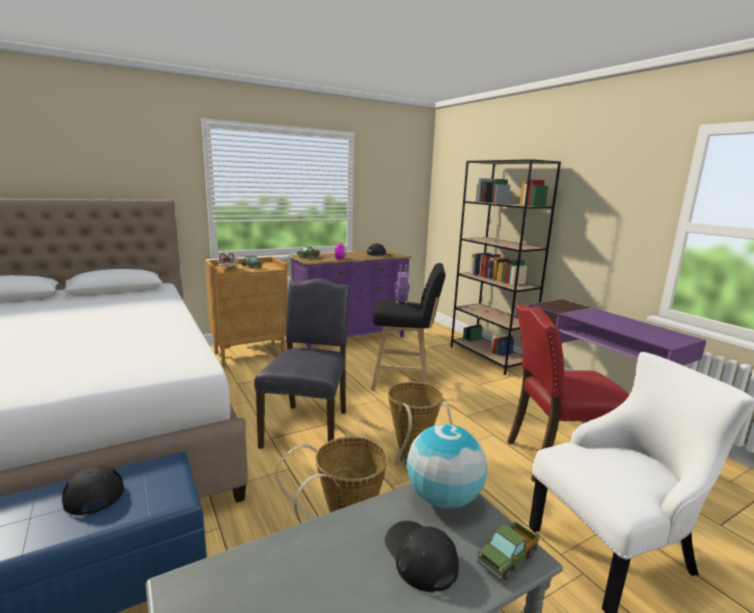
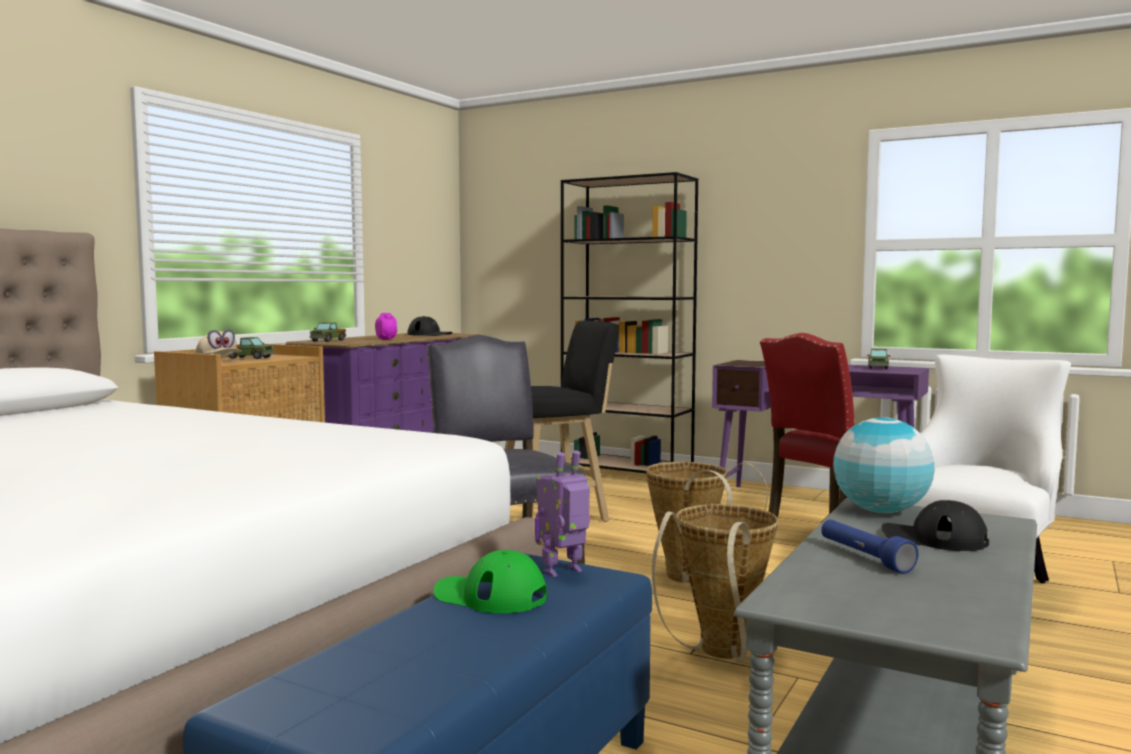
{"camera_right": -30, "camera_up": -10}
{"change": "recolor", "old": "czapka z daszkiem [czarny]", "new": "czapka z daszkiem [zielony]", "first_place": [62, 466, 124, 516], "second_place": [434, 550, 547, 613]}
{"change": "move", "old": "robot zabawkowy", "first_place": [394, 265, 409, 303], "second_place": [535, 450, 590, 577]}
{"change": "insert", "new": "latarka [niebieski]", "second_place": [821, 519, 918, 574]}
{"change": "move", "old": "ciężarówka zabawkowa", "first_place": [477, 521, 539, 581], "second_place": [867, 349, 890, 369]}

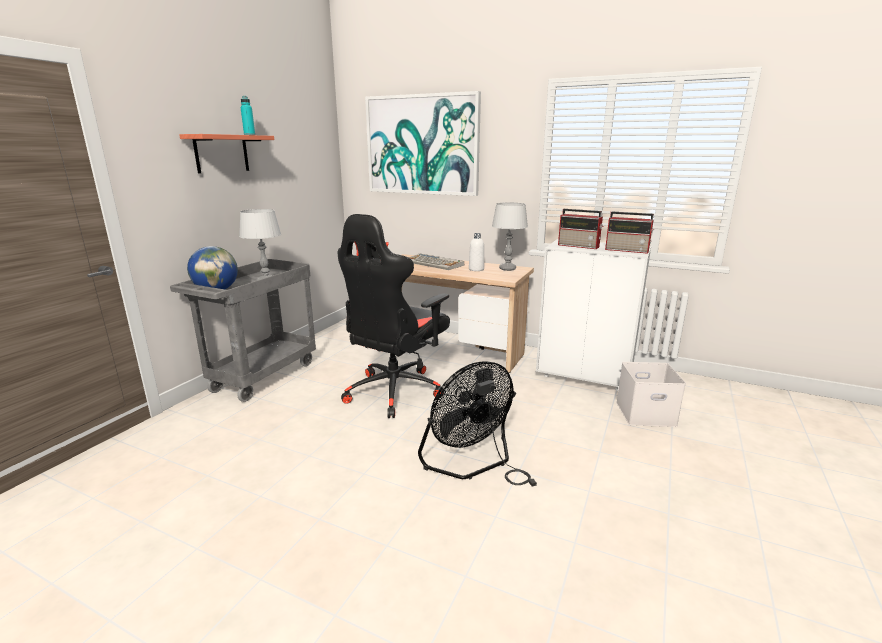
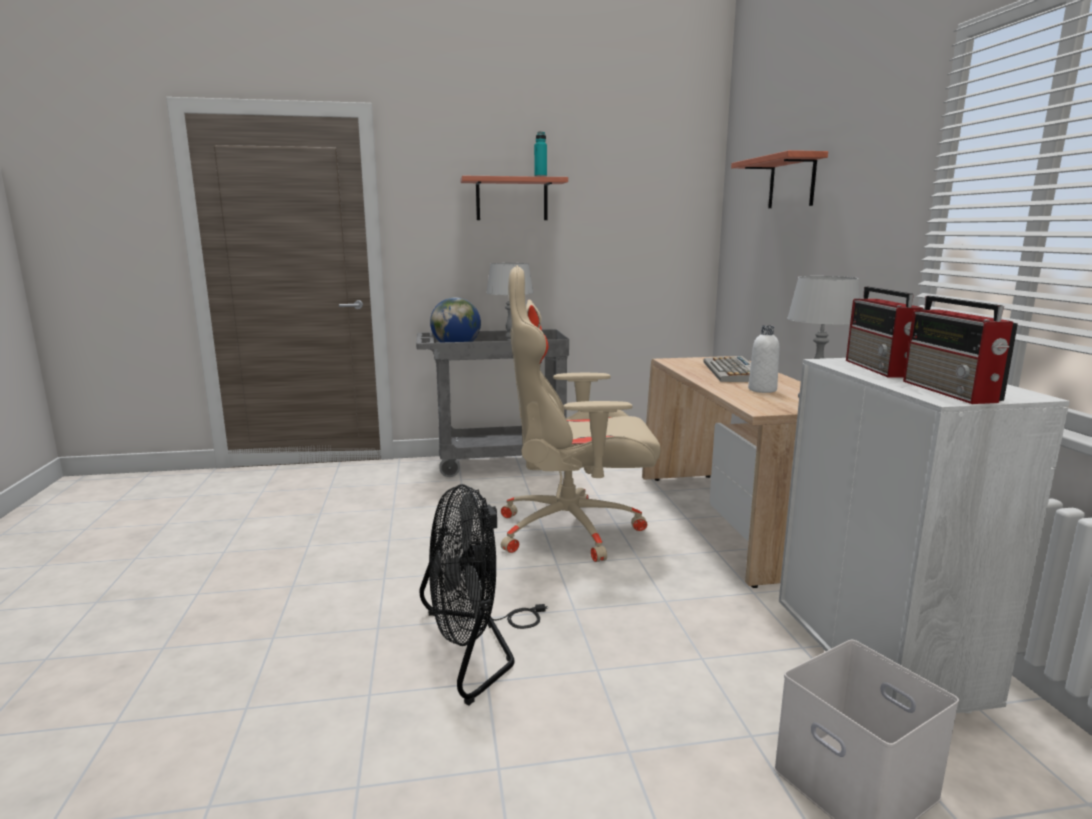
{"camera_right": 55, "camera_up": -5}
{"change": "rotate", "old": "wentylator [czarny]", "first_place": [418, 361, 537, 487], "second_place": [420, 484, 548, 706], "degrees": -135}
{"change": "recolor", "old": "krzesło biurowe [czarny]", "new": "krzesło biurowe [beżowy]", "first_place": [338, 214, 450, 418], "second_place": [501, 265, 661, 562]}
{"change": "replace", "old": "obraz", "new": "półka", "first_place": [365, 91, 481, 196], "second_place": [731, 150, 828, 208]}

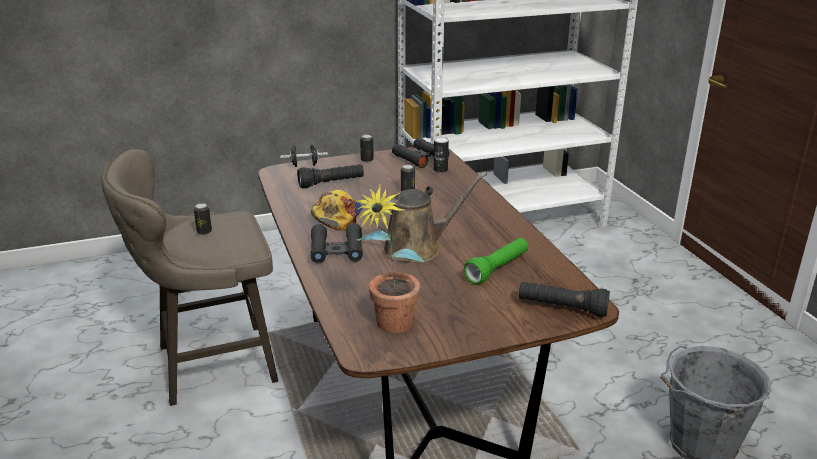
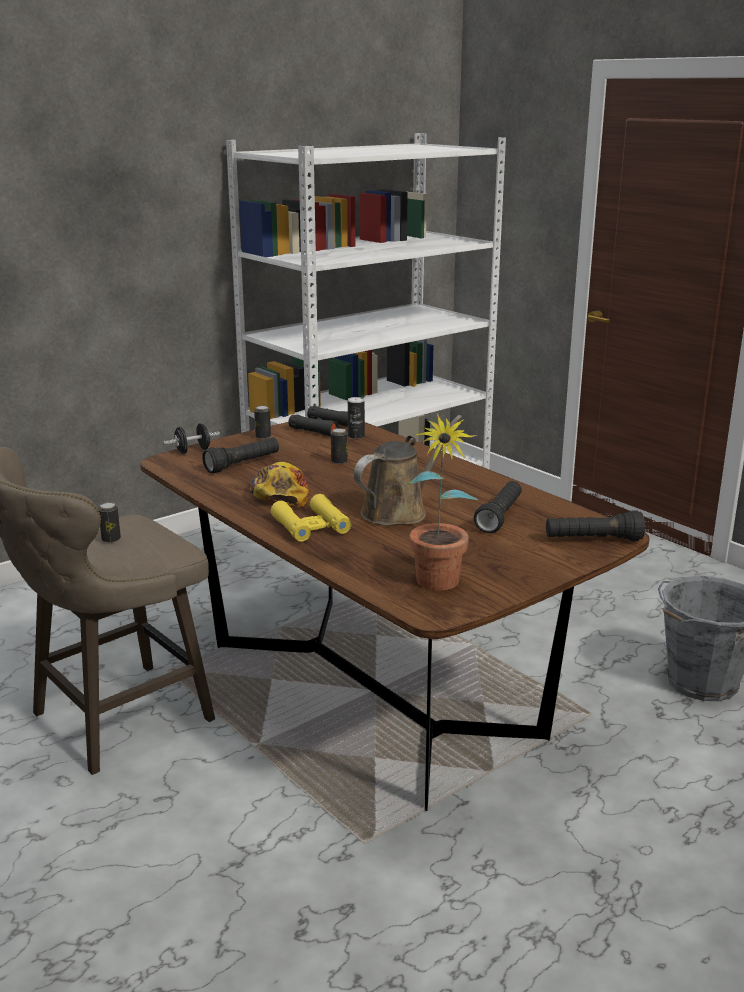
{"camera_right": -20, "camera_up": -5}
{"change": "recolor", "old": "lornetka [czarny]", "new": "lornetka [żółty]", "first_place": [310, 223, 363, 264], "second_place": [271, 494, 351, 542]}
{"change": "recolor", "old": "latarka [zielony]", "new": "latarka [czarny]", "first_place": [464, 238, 528, 284], "second_place": [474, 481, 522, 533]}

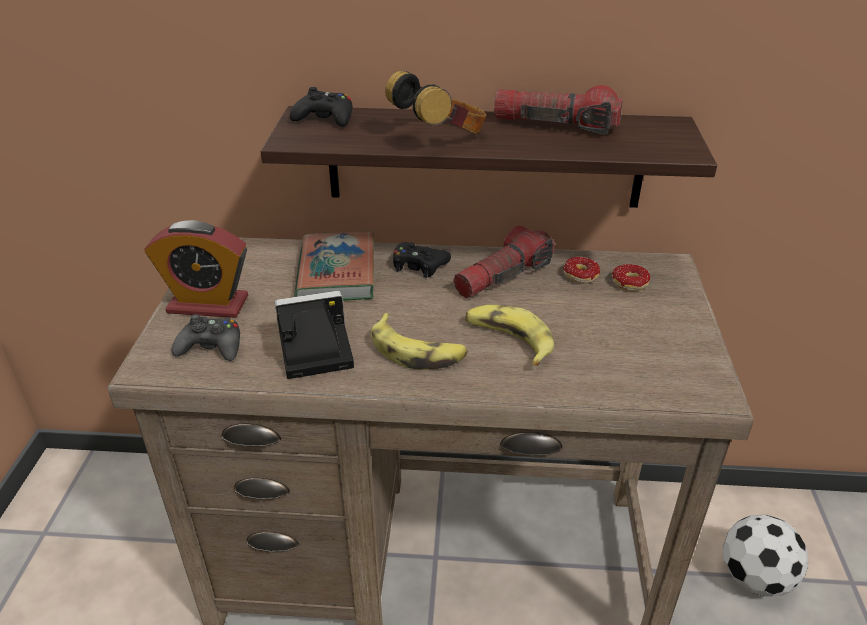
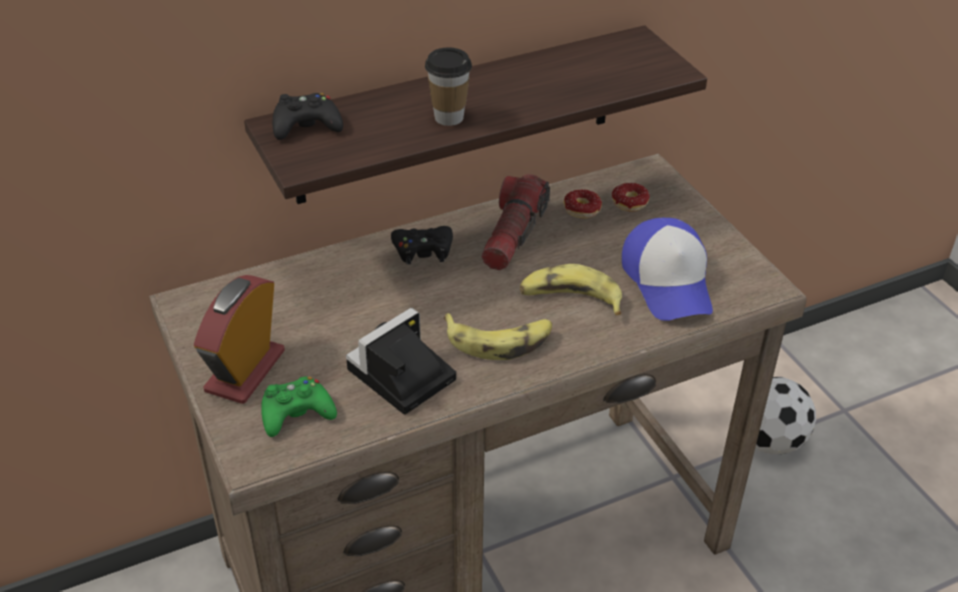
{"camera_right": -30, "camera_up": 5}
{"change": "rotate", "old": "budzik", "first_place": [144, 220, 248, 318], "second_place": [194, 275, 285, 404], "degrees": 135}
{"change": "recolor", "old": "pad do gier [czarny]", "new": "pad do gier [zielony]", "first_place": [172, 314, 240, 361], "second_place": [261, 376, 337, 437]}
{"change": "replace", "old": "słuchawki", "new": "filiżanka", "first_place": [385, 71, 486, 134], "second_place": [425, 48, 472, 126]}
{"change": "insert", "new": "czapka z daszkiem", "second_place": [622, 218, 713, 321]}
{"change": "delete", "old": "książka", "first_place": [294, 232, 374, 301]}
{"change": "delete", "old": "latarka", "first_place": [494, 85, 622, 135]}

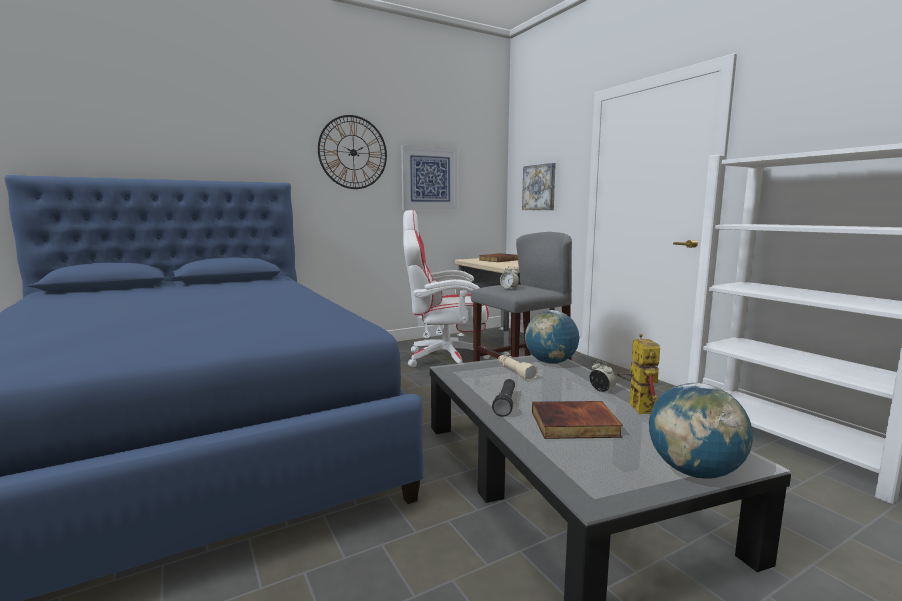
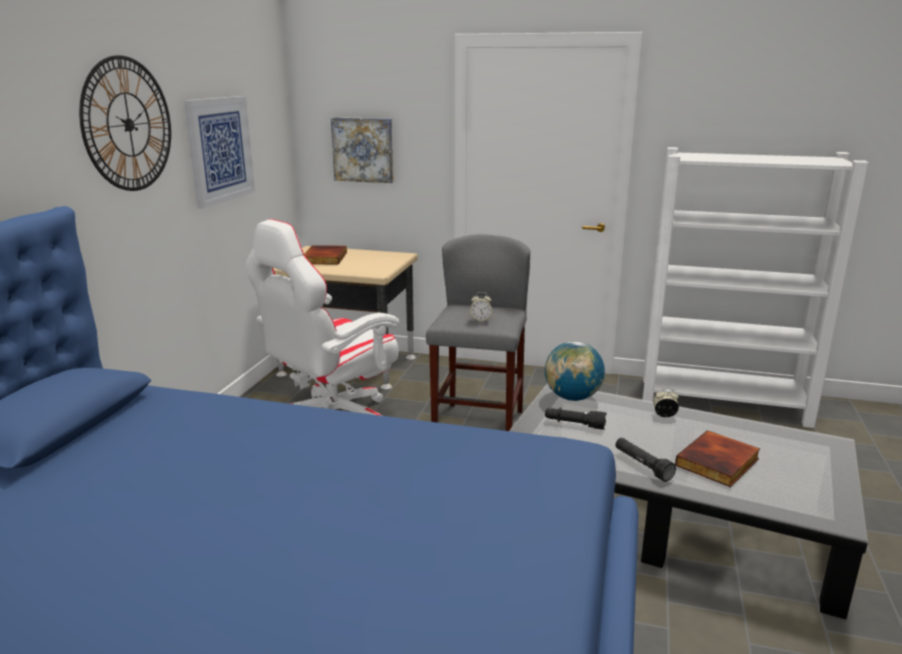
{"camera_right": -45, "camera_up": 10}
{"change": "recolor", "old": "latarka [beżowy]", "new": "latarka [czarny]", "first_place": [498, 355, 538, 381], "second_place": [545, 407, 607, 430]}
{"change": "delete", "old": "robot zabawkowy", "first_place": [617, 334, 660, 414]}
{"change": "delete", "old": "globus", "first_place": [649, 383, 753, 479]}

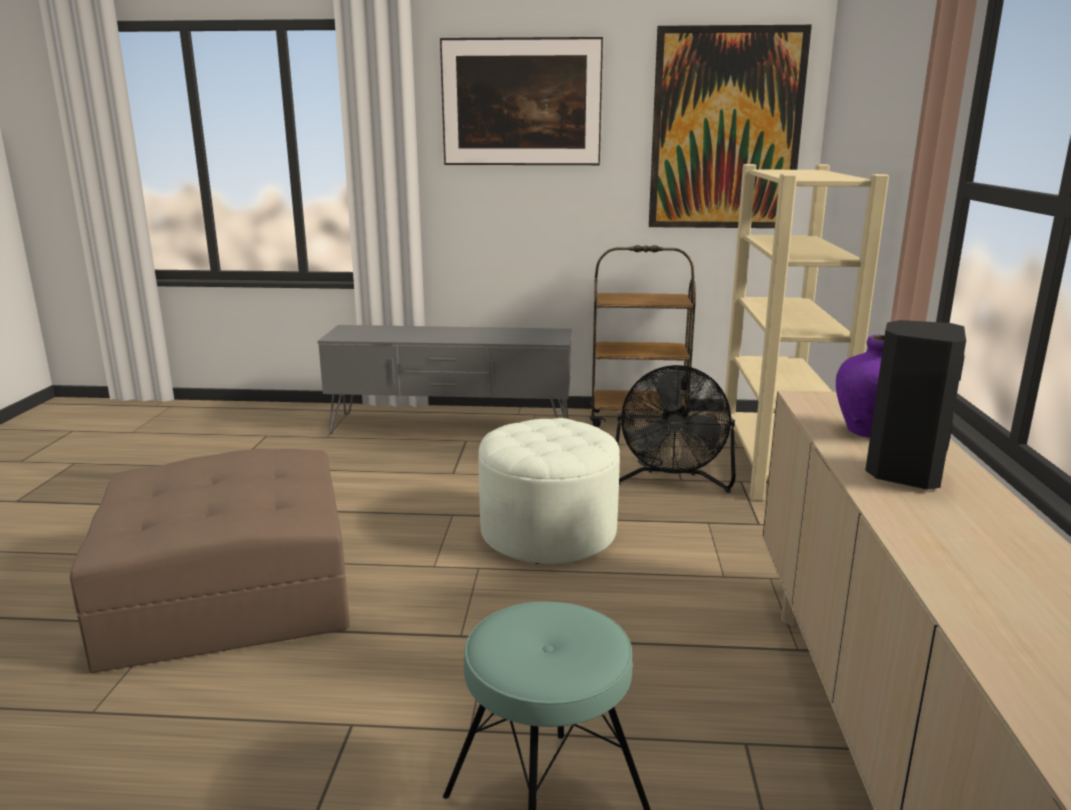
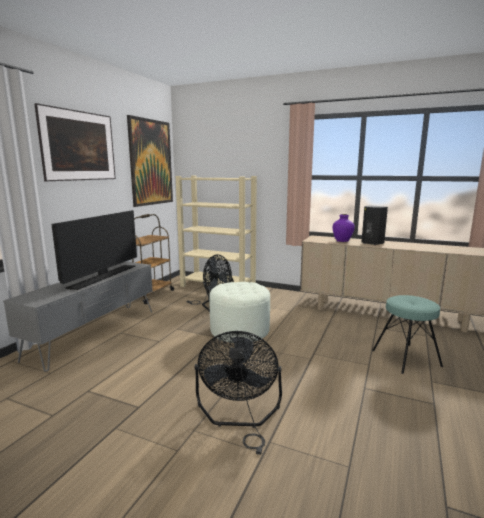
{"camera_right": -70, "camera_up": -5}
{"change": "insert", "new": "telewizor", "second_place": [51, 210, 137, 290]}
{"change": "replace", "old": "pufa [brązowy]", "new": "wentylator [czarny]", "first_place": [70, 449, 350, 673], "second_place": [195, 331, 282, 455]}

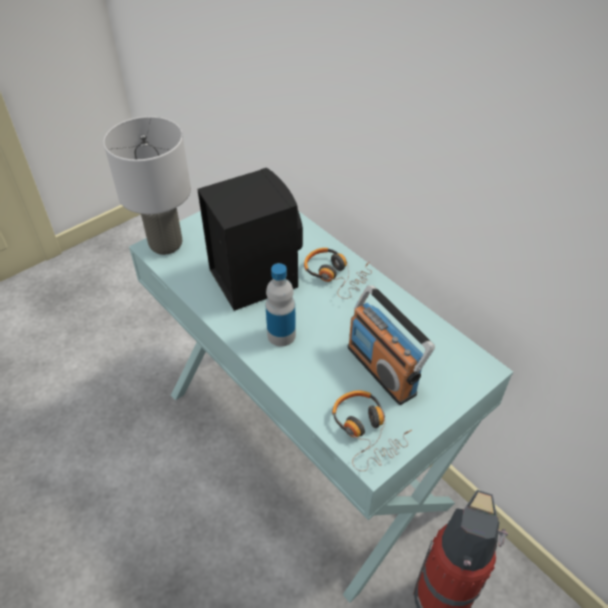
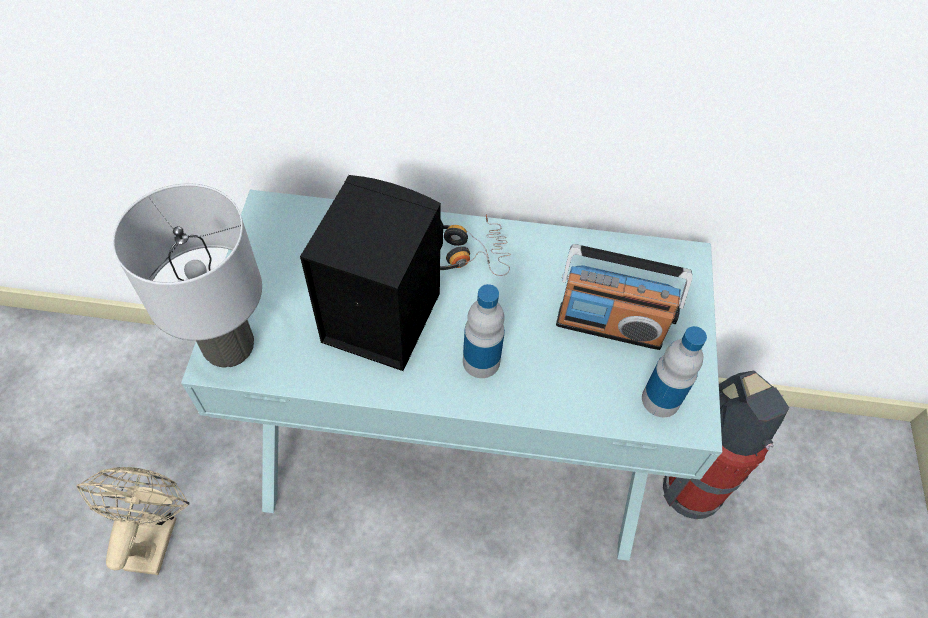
{"camera_right": -45, "camera_up": 10}
{"change": "insert", "new": "wentylator [beżowy]", "second_place": [77, 467, 190, 575]}
{"change": "replace", "old": "słuchawki", "new": "butelka", "first_place": [332, 391, 412, 471], "second_place": [642, 326, 707, 417]}

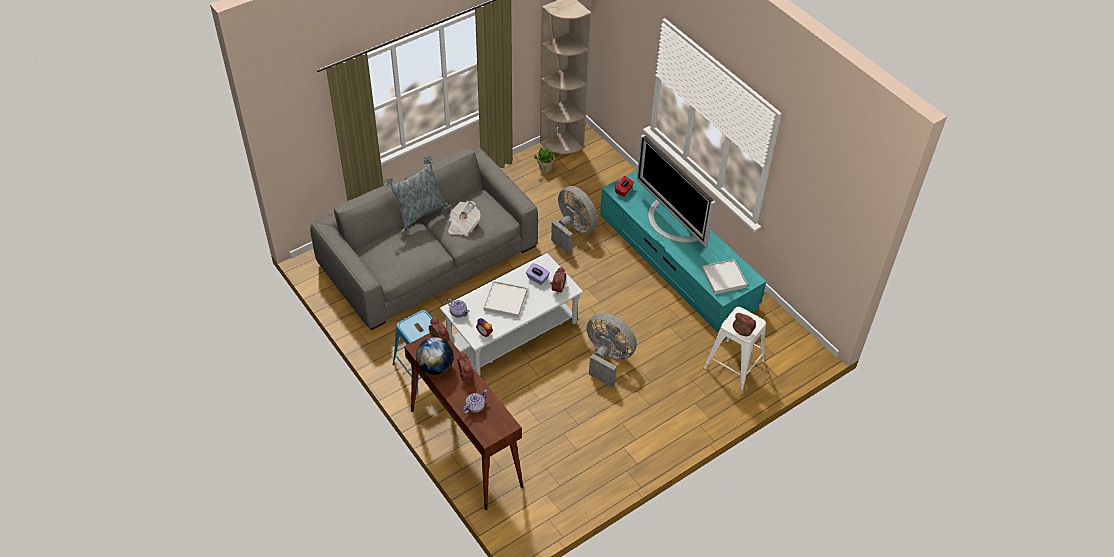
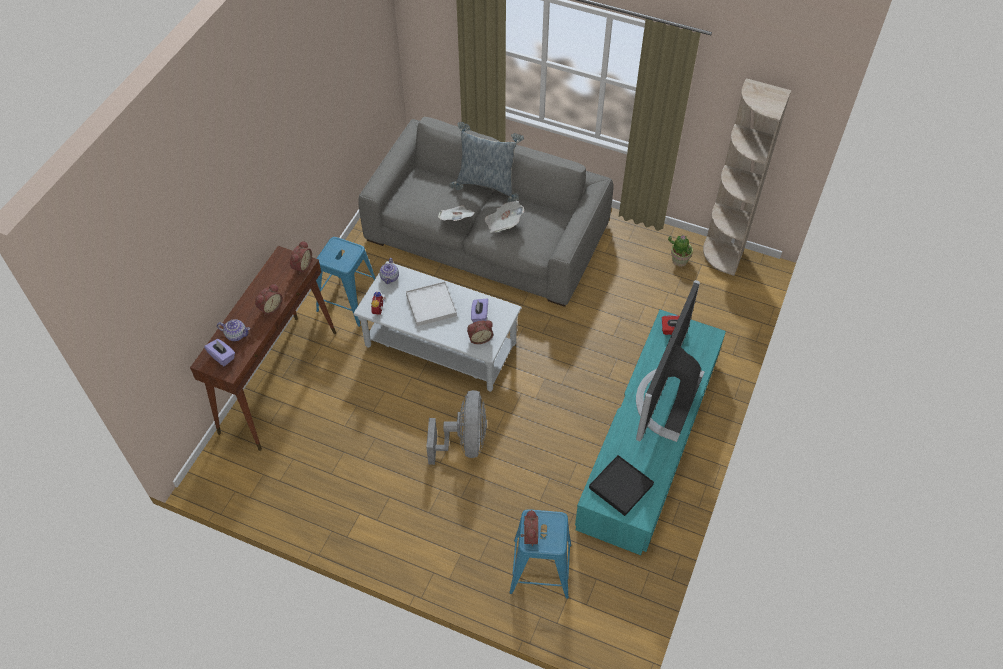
{"camera_right": 60, "camera_up": 5}
{"change": "insert", "new": "pudełko chusteczek [fioletowy]", "second_place": [204, 339, 235, 366]}
{"change": "insert", "new": "gazeta", "second_place": [438, 205, 475, 221]}
{"change": "recolor", "old": "stołek [biały]", "new": "stołek [niebieski]", "first_place": [704, 307, 766, 391], "second_place": [510, 509, 571, 599]}
{"change": "recolor", "old": "taca [biały]", "new": "taca [czarny]", "first_place": [702, 259, 747, 295], "second_place": [589, 455, 654, 516]}
{"change": "delete", "old": "globus", "first_place": [416, 337, 454, 375]}
{"change": "delete", "old": "wentylator [szary]", "first_place": [551, 186, 598, 254]}

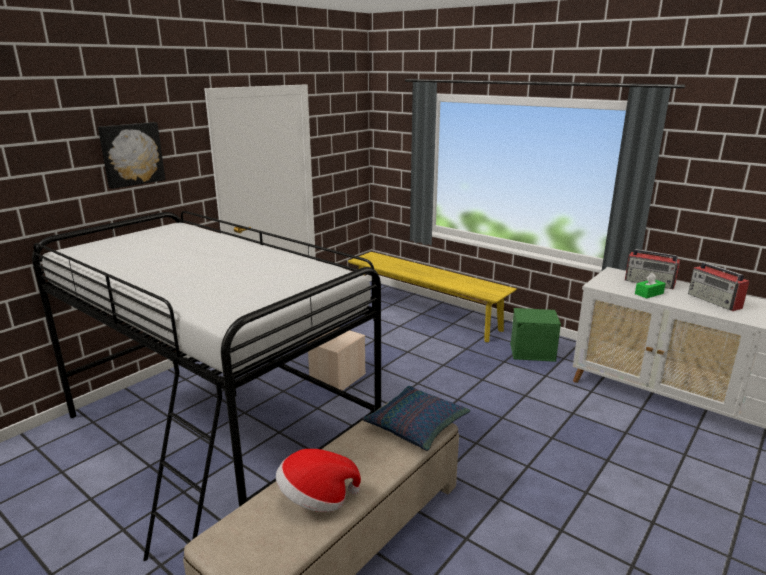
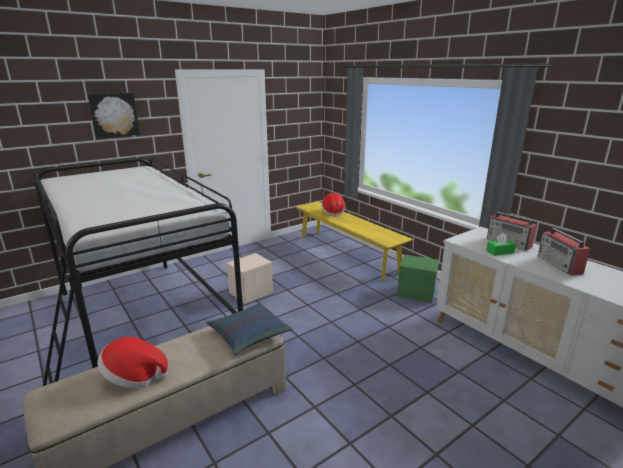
{"camera_right": 15, "camera_up": 0}
{"change": "insert", "new": "kapelusz", "second_place": [322, 193, 345, 217]}

